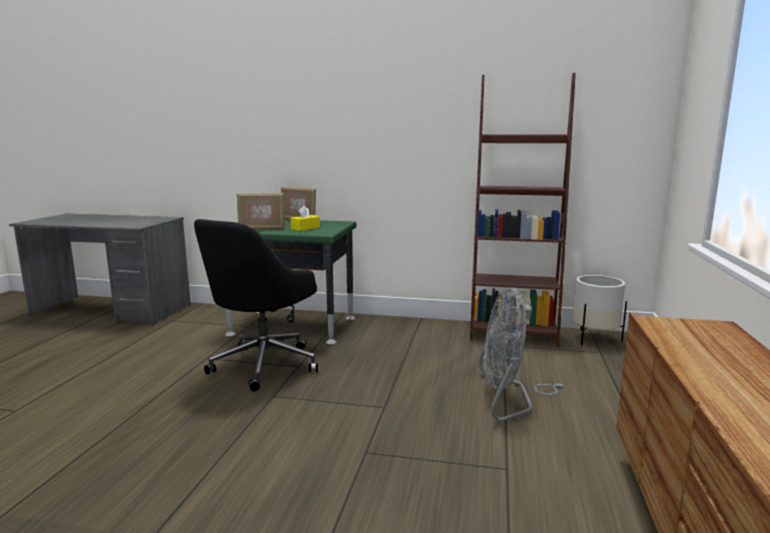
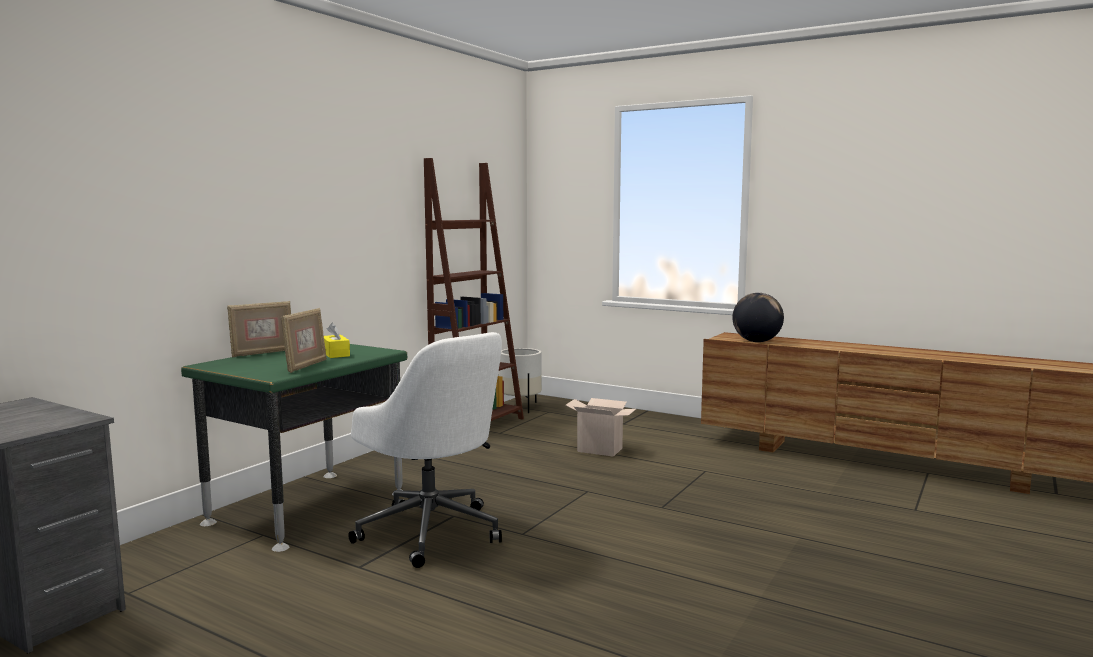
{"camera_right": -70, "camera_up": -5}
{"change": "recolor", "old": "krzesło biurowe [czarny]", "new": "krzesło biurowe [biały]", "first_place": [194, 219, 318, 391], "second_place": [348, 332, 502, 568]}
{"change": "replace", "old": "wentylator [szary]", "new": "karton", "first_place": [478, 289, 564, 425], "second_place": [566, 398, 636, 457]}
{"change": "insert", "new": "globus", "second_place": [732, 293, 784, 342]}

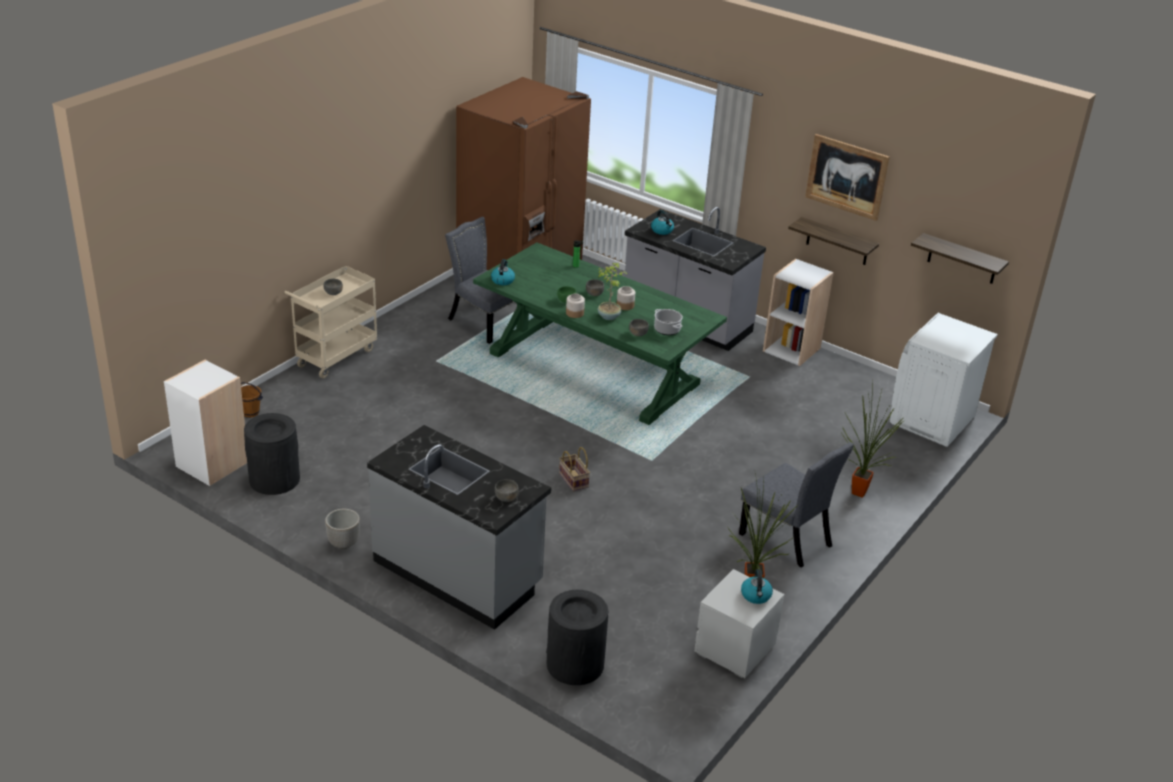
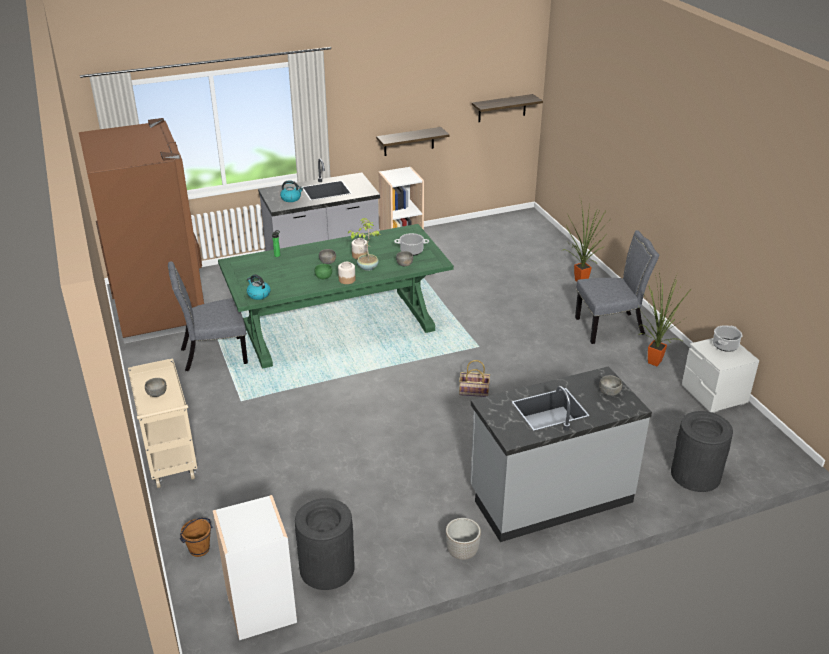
{"camera_right": -55, "camera_up": 0}
{"change": "replace", "old": "czajnik", "new": "garnek", "first_place": [741, 569, 773, 604], "second_place": [713, 325, 742, 352]}
{"change": "delete", "old": "obraz", "first_place": [805, 134, 890, 221]}
{"change": "delete", "old": "pralka [biały]", "first_place": [890, 313, 998, 447]}

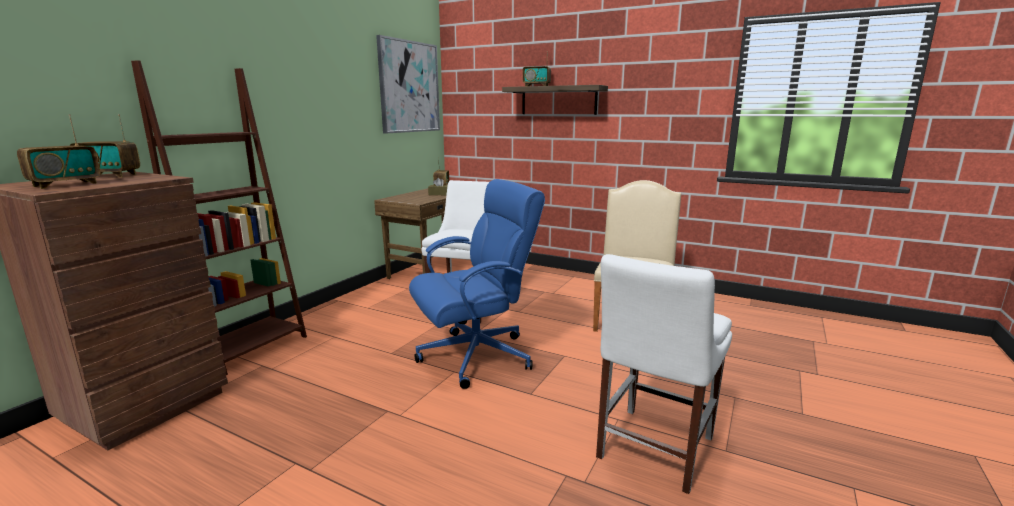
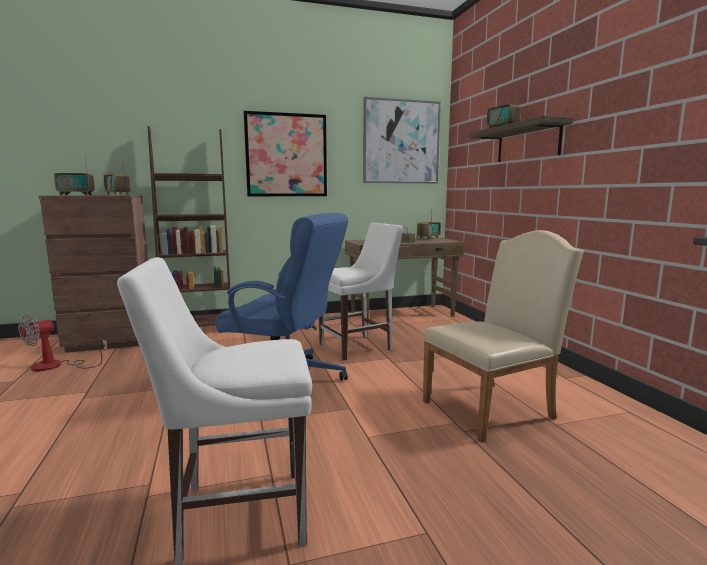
{"camera_right": 45, "camera_up": -5}
{"change": "insert", "new": "wentylator", "second_place": [18, 315, 108, 371]}
{"change": "insert", "new": "obraz", "second_place": [244, 111, 327, 196]}

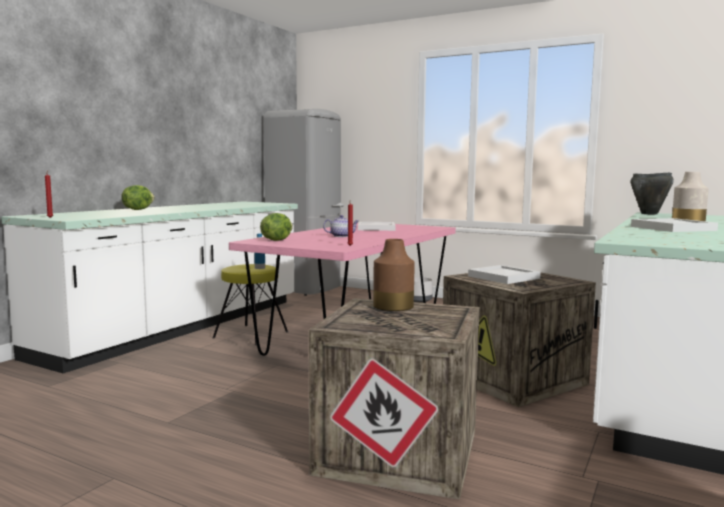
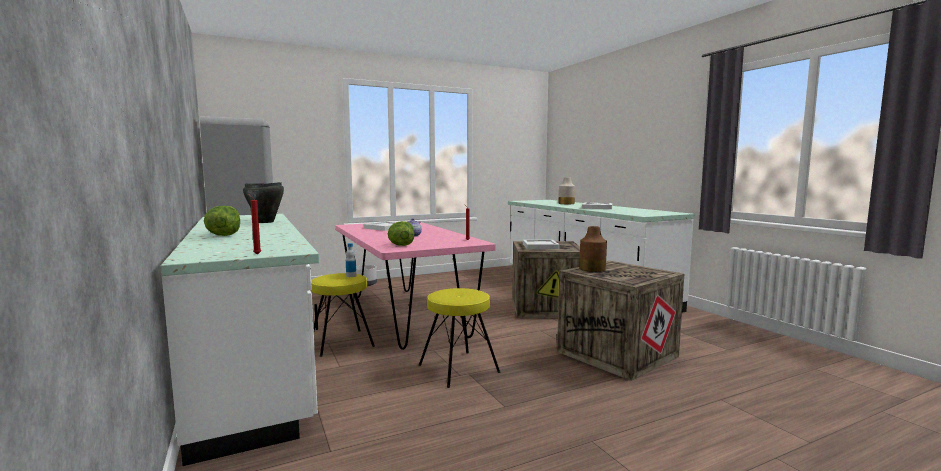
{"camera_right": -55, "camera_up": 0}
{"change": "move", "old": "garnek [czarny]", "first_place": [631, 172, 674, 214], "second_place": [243, 182, 284, 223]}
{"change": "insert", "new": "stołek [żółty]", "second_place": [419, 288, 501, 388]}

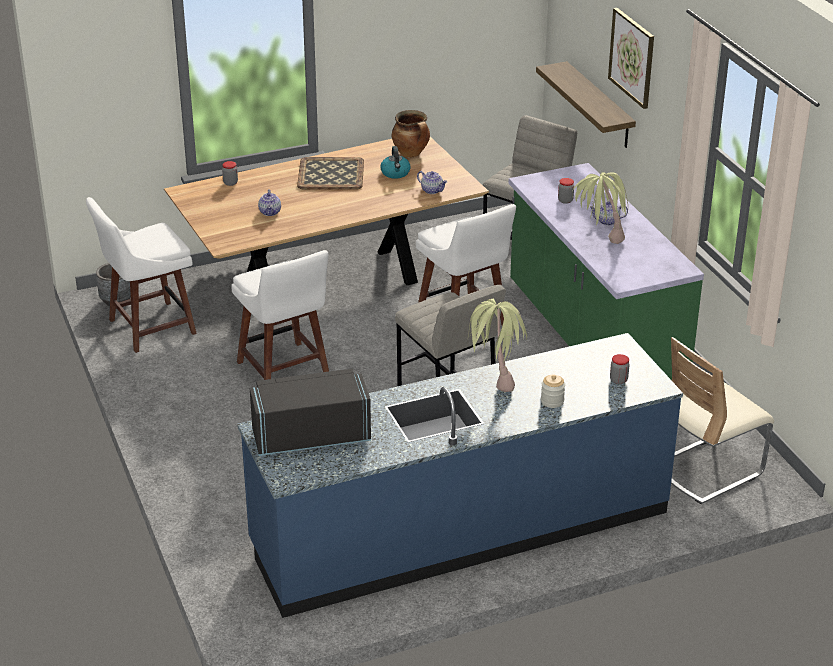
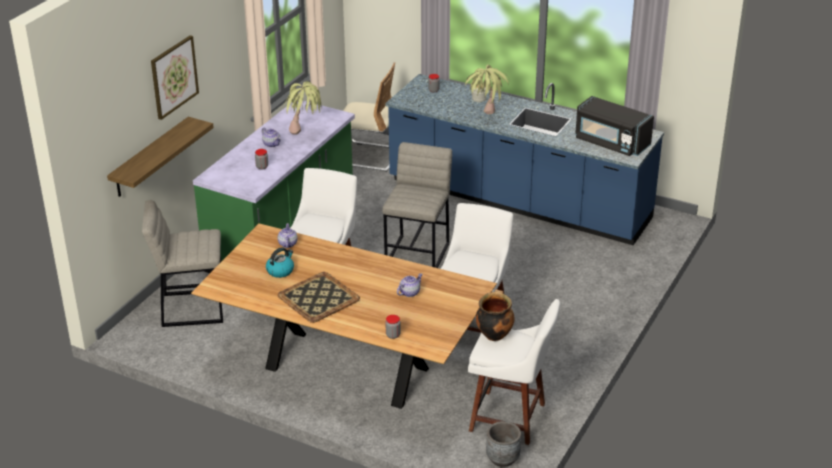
{"camera_right": -130, "camera_up": 0}
{"change": "move", "old": "garnek", "first_place": [392, 110, 430, 157], "second_place": [476, 289, 515, 341]}

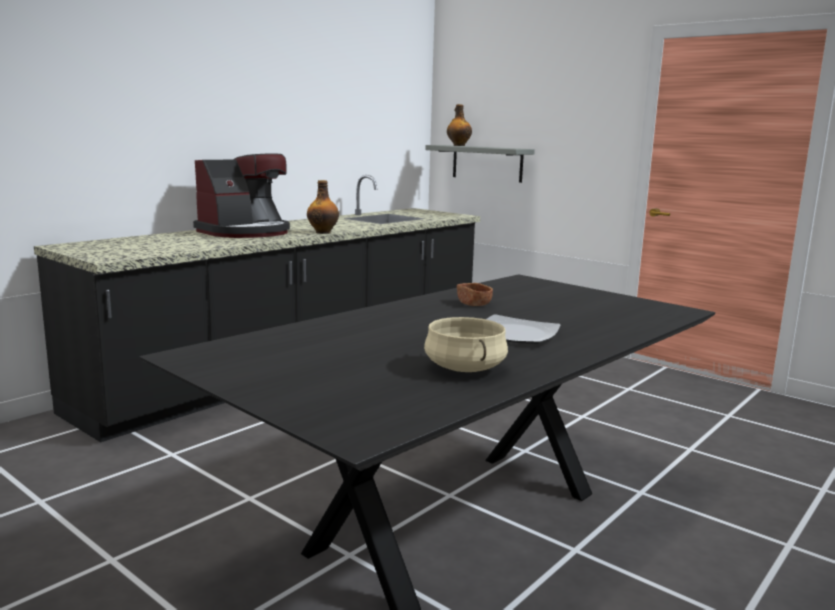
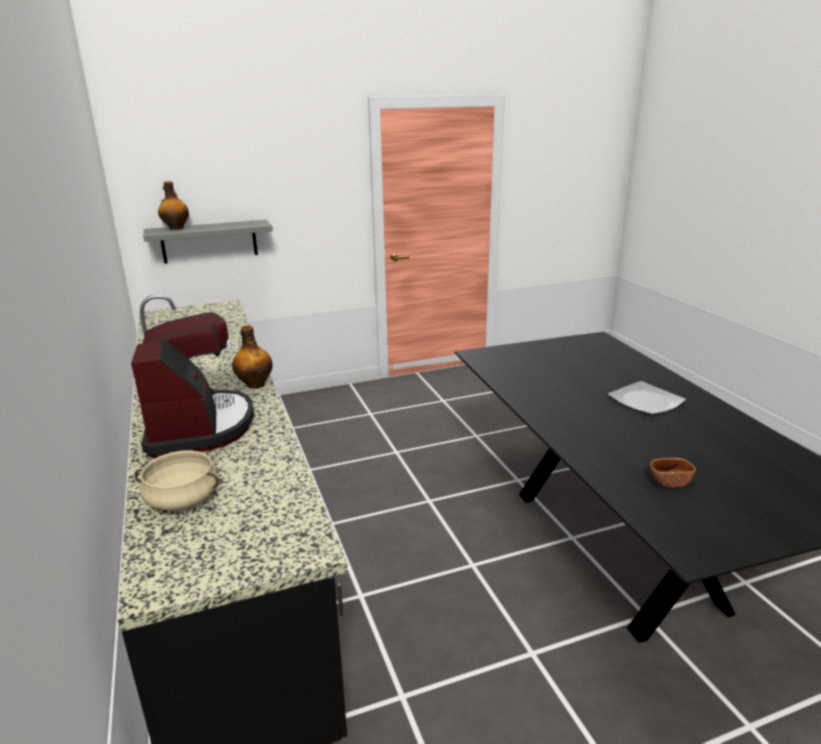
{"camera_right": -60, "camera_up": 10}
{"change": "move", "old": "garnek [beżowy]", "first_place": [424, 317, 508, 372], "second_place": [135, 450, 219, 511]}
{"change": "move", "old": "miska [brązowy]", "first_place": [457, 283, 493, 306], "second_place": [650, 458, 696, 488]}

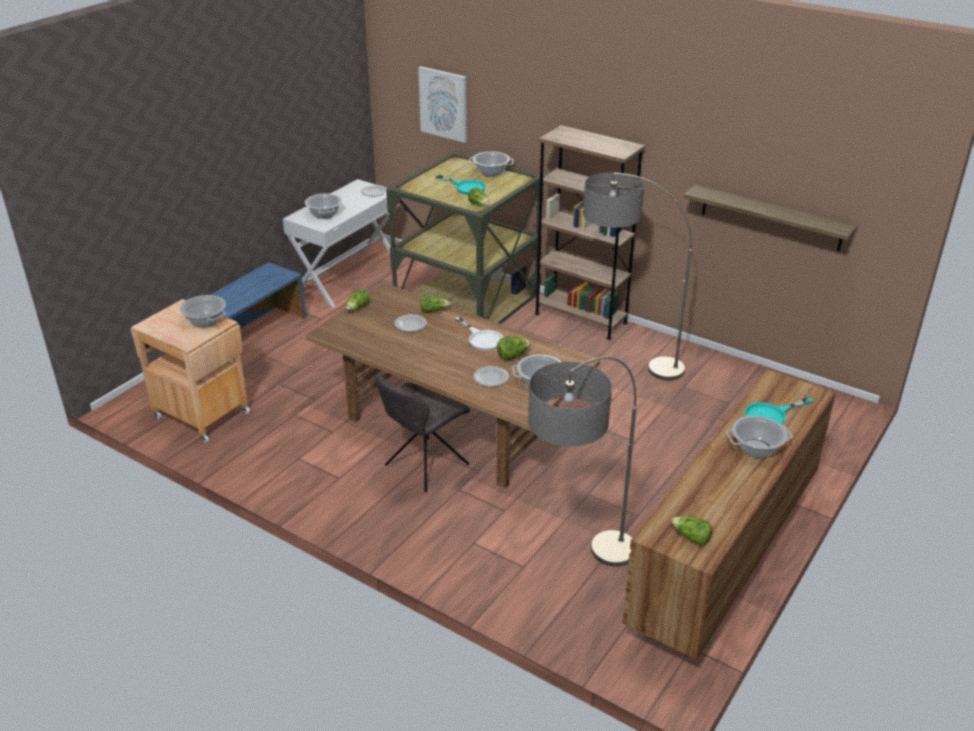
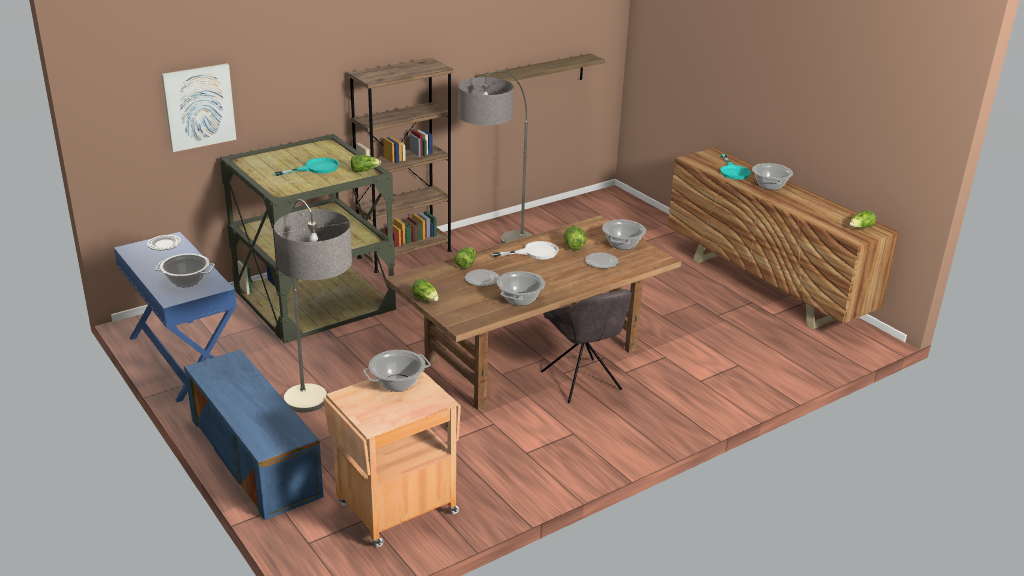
{"camera_right": -70, "camera_up": -5}
{"change": "recolor", "old": "stolik konsolowy [biały]", "new": "stolik konsolowy [niebieski]", "first_place": [283, 179, 399, 308], "second_place": [114, 232, 237, 402]}
{"change": "move", "old": "lampa stojąca", "first_place": [528, 357, 637, 567], "second_place": [274, 199, 352, 413]}
{"change": "move", "old": "garnek", "first_place": [469, 151, 513, 177], "second_place": [497, 271, 545, 306]}

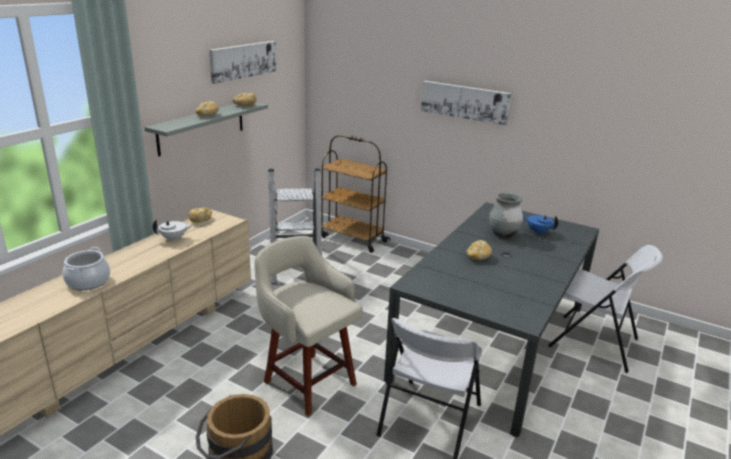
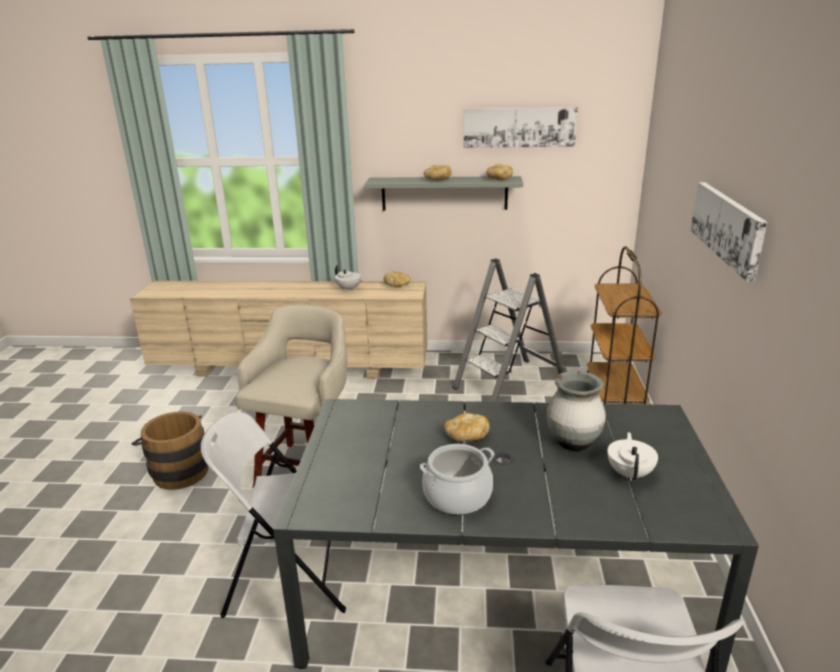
{"camera_right": 65, "camera_up": 0}
{"change": "move", "old": "garnek", "first_place": [63, 247, 110, 290], "second_place": [420, 444, 495, 515]}
{"change": "recolor", "old": "imbryk [niebieski]", "new": "imbryk [biały]", "first_place": [523, 215, 559, 234], "second_place": [607, 432, 658, 481]}

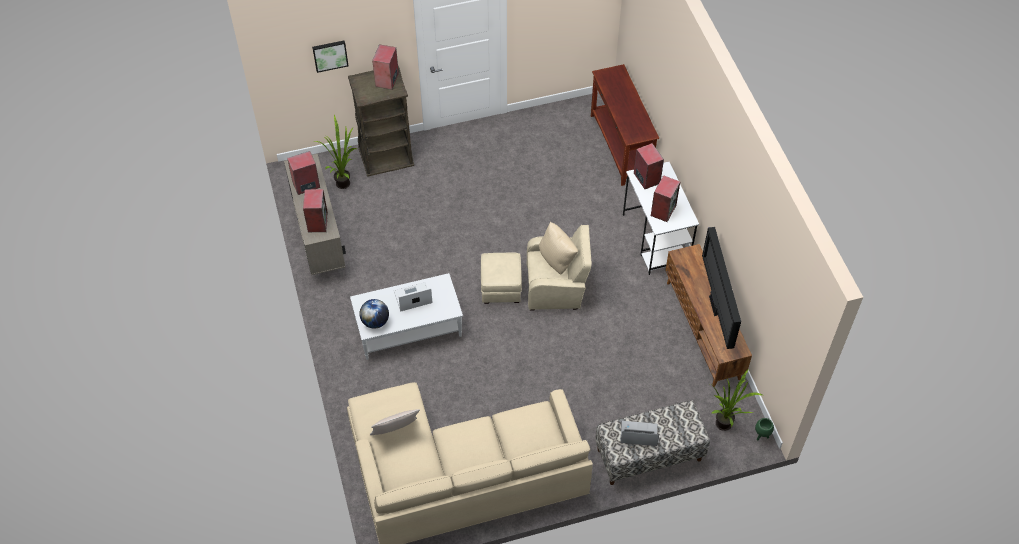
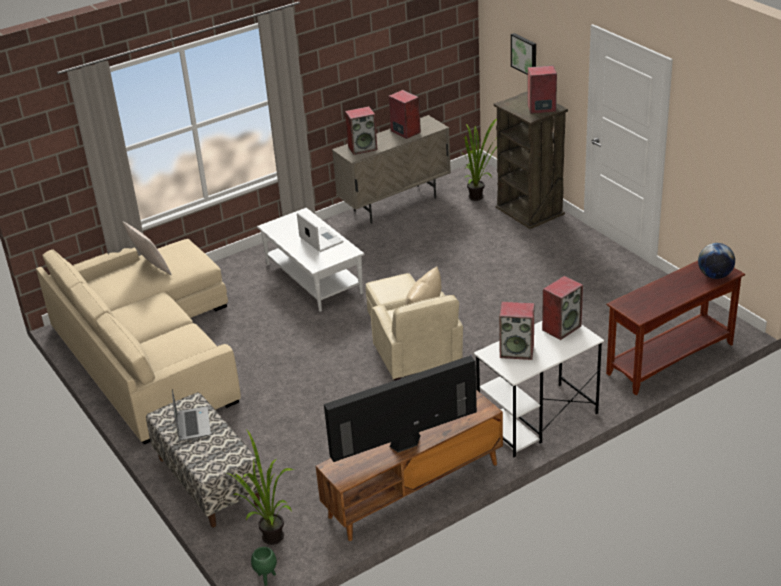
{"camera_right": 75, "camera_up": -20}
{"change": "move", "old": "globus", "first_place": [359, 299, 389, 329], "second_place": [698, 243, 735, 279]}

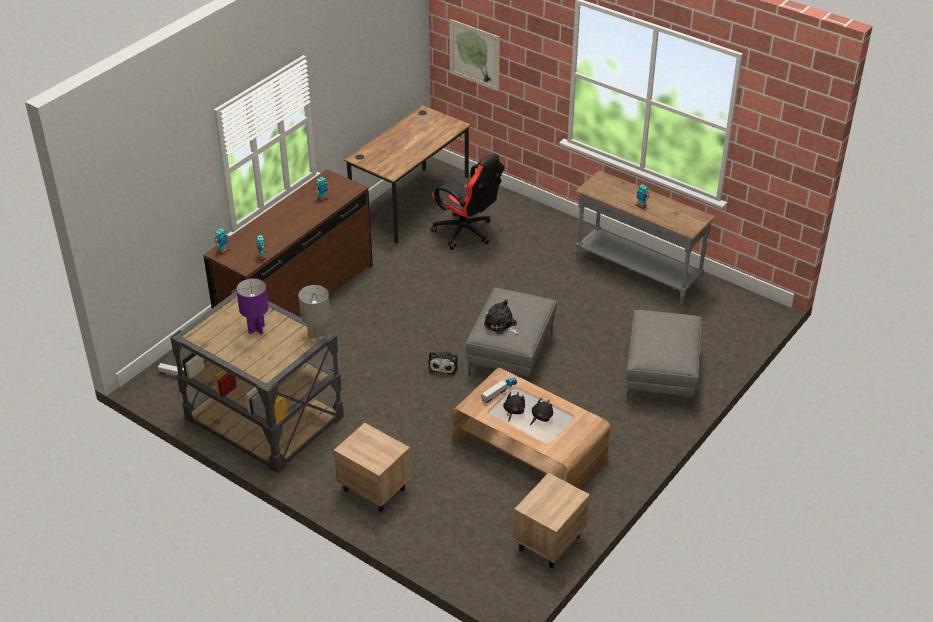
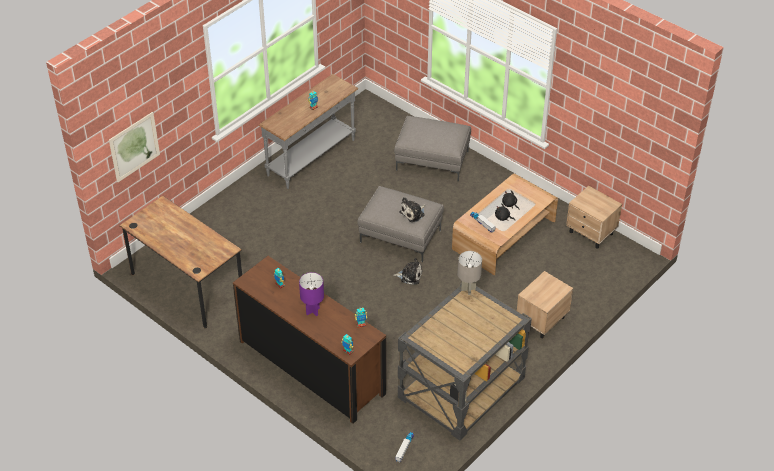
{"camera_right": -85, "camera_up": 5}
{"change": "move", "old": "lampa stołowa [fioletowy]", "first_place": [236, 278, 269, 334], "second_place": [299, 272, 324, 316]}
{"change": "delete", "old": "krzesło biurowe [czarny]", "first_place": [431, 153, 504, 250]}

